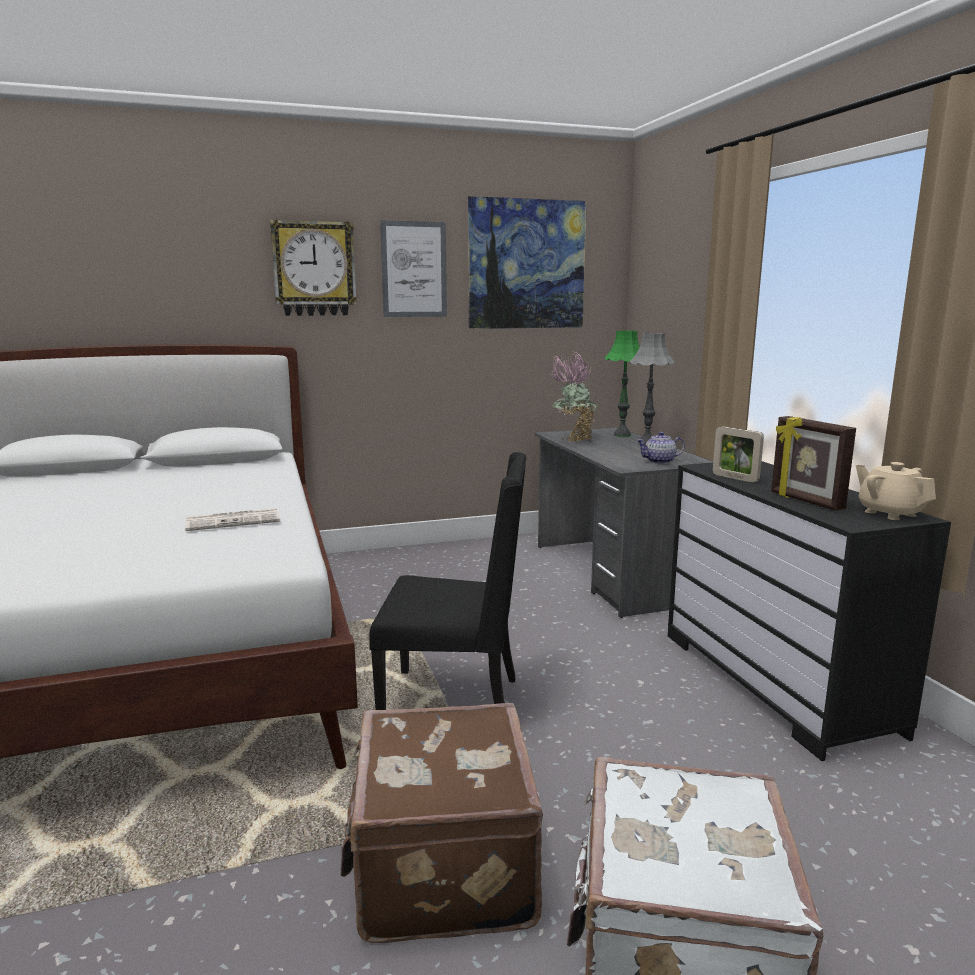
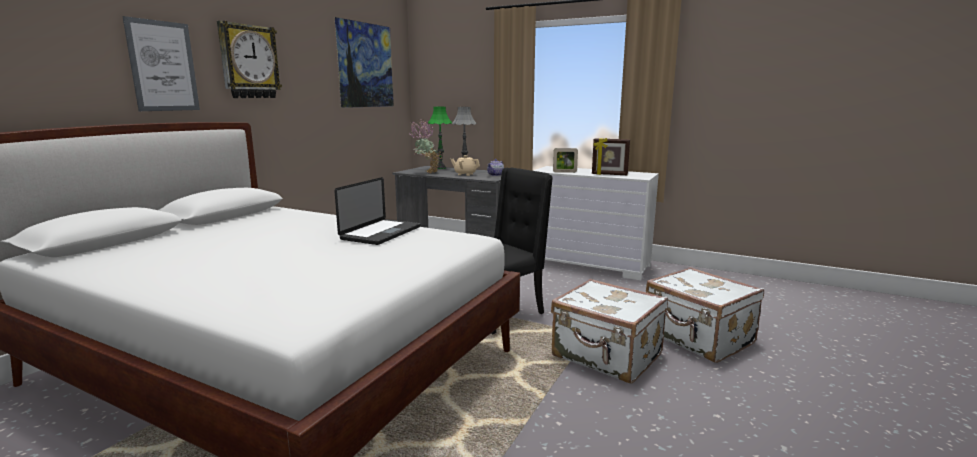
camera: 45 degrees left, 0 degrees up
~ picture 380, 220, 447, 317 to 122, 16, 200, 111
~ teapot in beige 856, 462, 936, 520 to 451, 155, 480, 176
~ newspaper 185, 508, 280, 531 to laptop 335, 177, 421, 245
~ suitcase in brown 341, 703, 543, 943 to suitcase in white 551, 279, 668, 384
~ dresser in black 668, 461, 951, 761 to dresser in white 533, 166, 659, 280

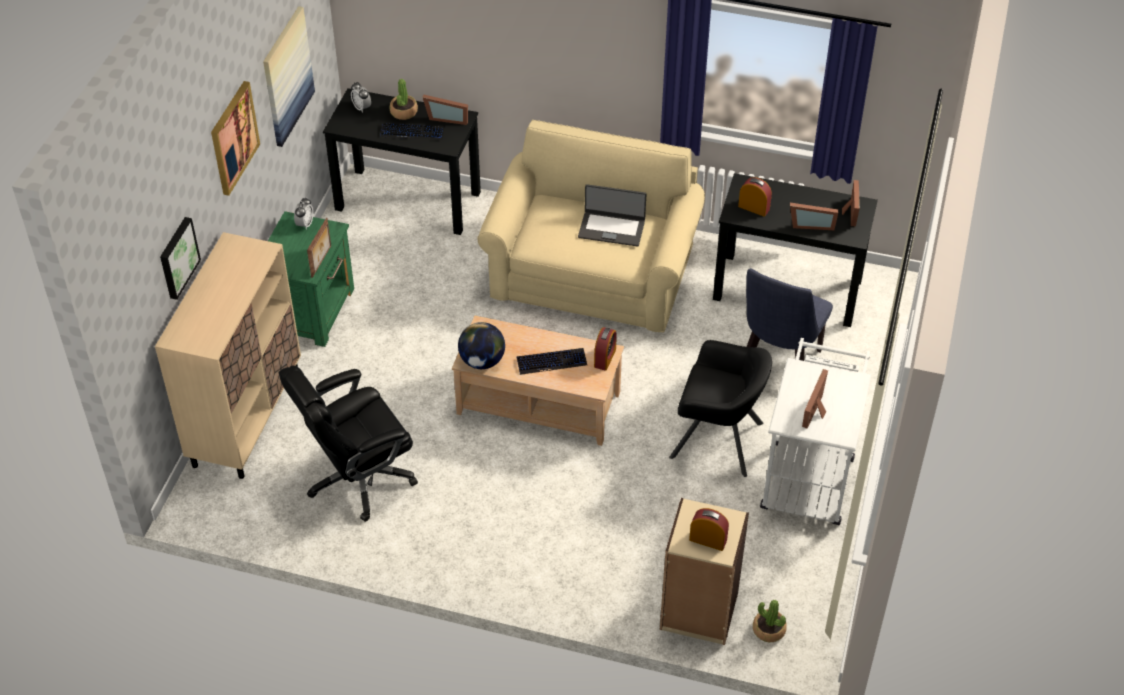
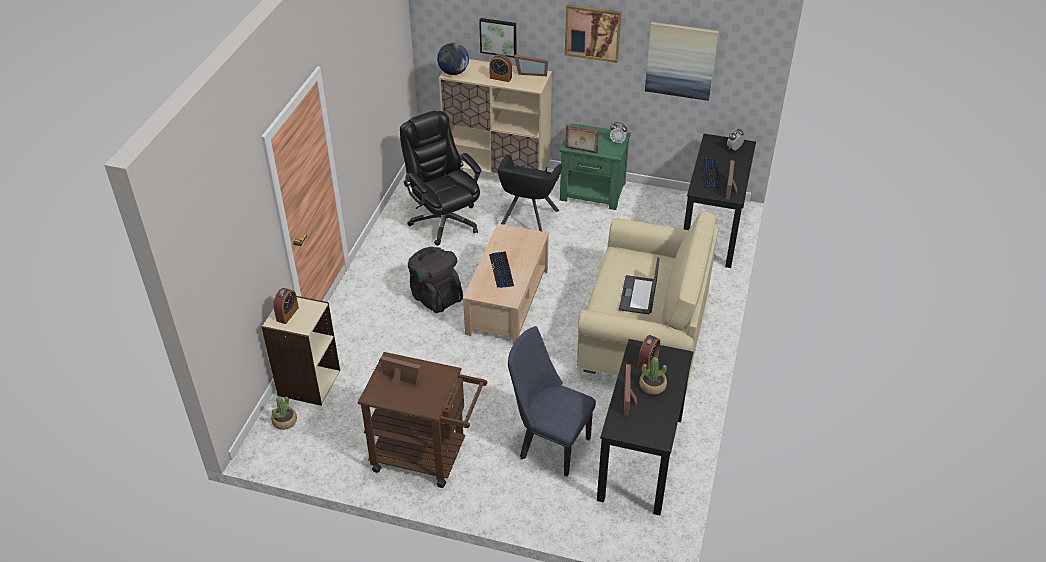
camera: 90 degrees right, 5 degrees down
+ backpack in black 408, 247, 463, 313
~ potted plant 389, 79, 418, 120 to 639, 357, 667, 395
~ globe 458, 322, 505, 369 to 437, 43, 469, 75
~ alarm clock 594, 327, 617, 371 to 489, 54, 512, 82
~ armchair in black 669, 340, 772, 477 to 497, 154, 563, 232
~ picture frame 842, 180, 860, 226 to 514, 55, 548, 76
~ cart in white 760, 338, 871, 525 to cart in brown 358, 352, 487, 488

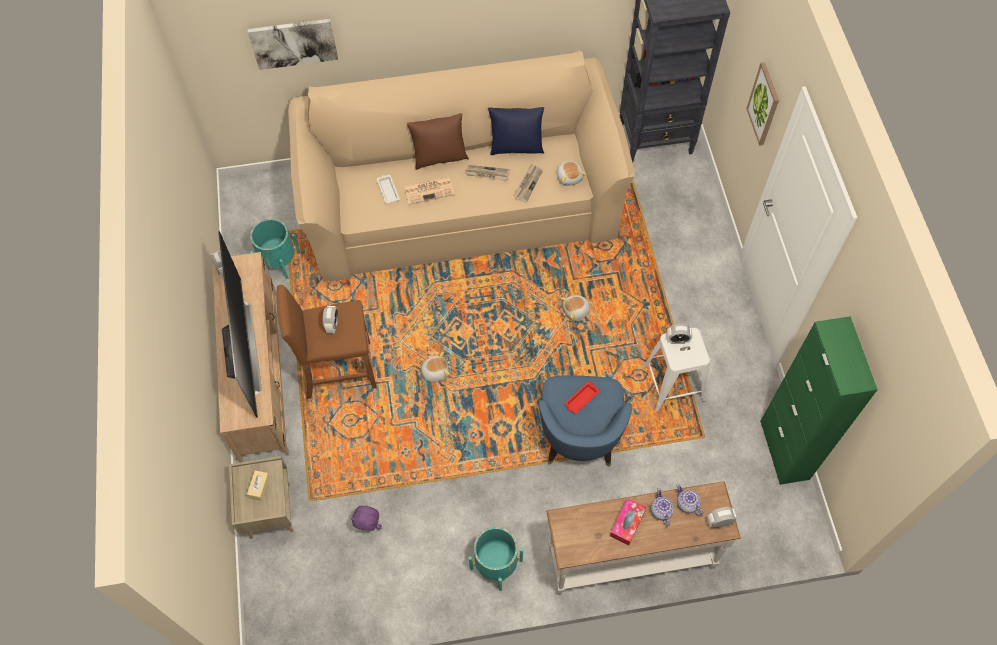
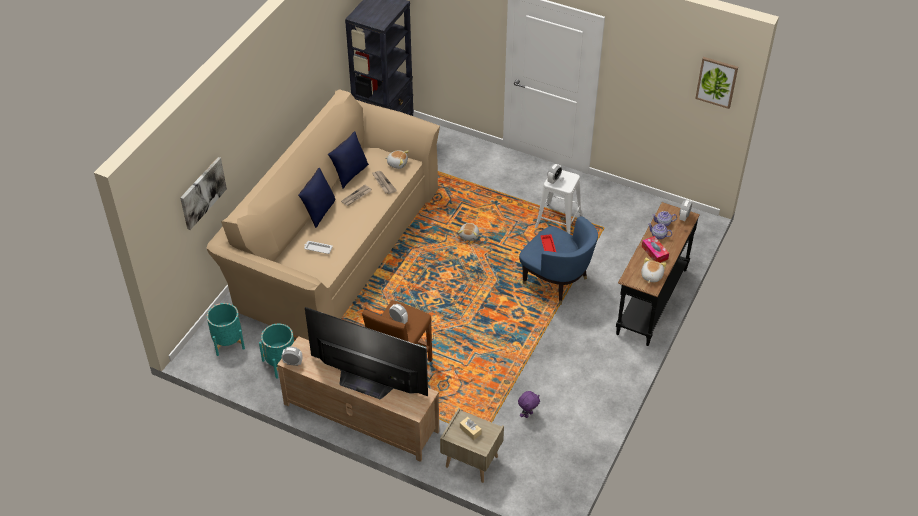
camera: 55 degrees left, 15 degrees down
- newspaper 404, 177, 454, 205
- cabinet in green 760, 316, 878, 485
~ plush toy 418, 352, 450, 382 to 641, 258, 666, 283
~ planter in turquoise 469, 527, 523, 591 to 207, 303, 245, 356
~ picture 746, 62, 779, 146 to 695, 57, 738, 109
~ pillow in brown 407, 113, 469, 170 to pillow in blue 298, 168, 336, 228
~ console table in white 546, 481, 741, 595 to console table in black 616, 202, 700, 346

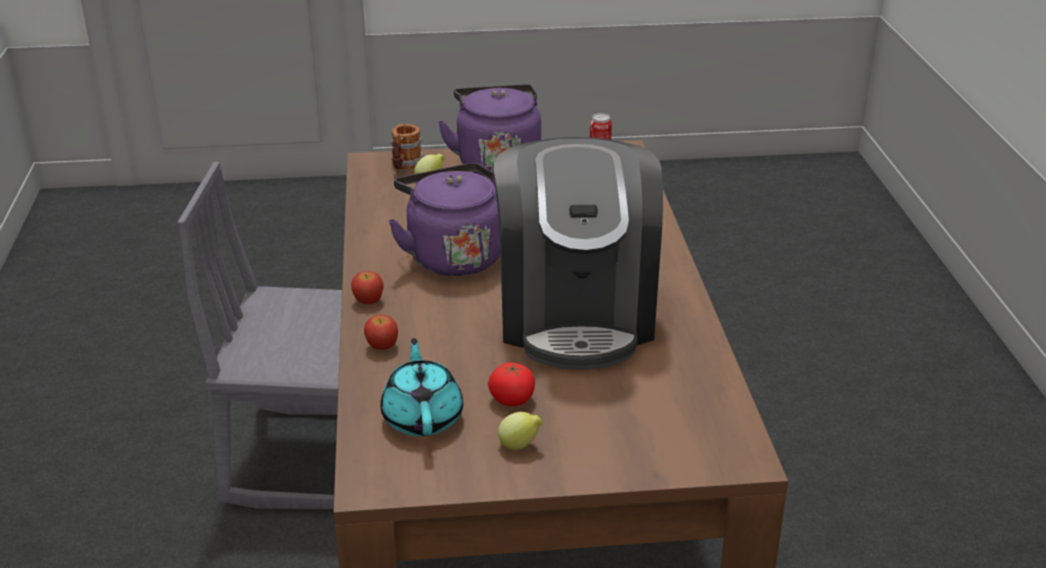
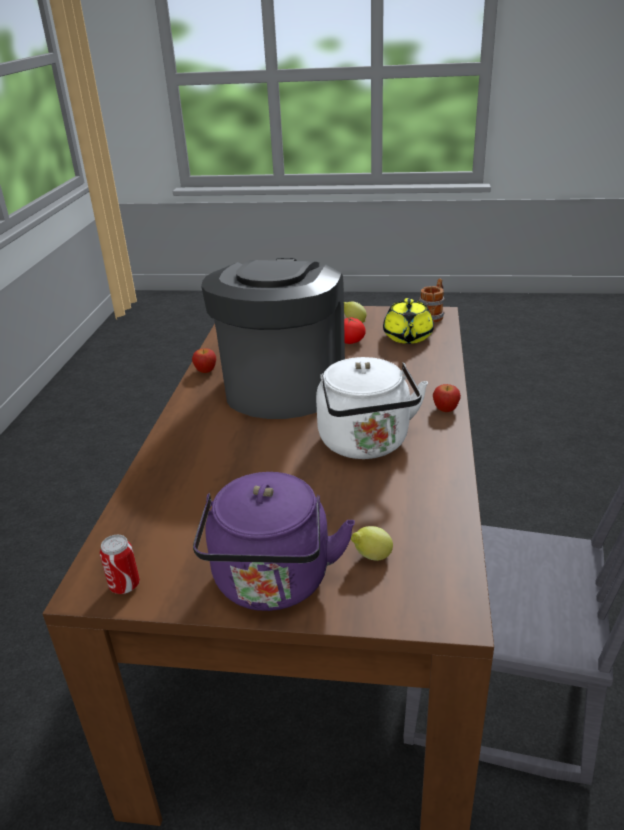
camera: 165 degrees left, 0 degrees up
~ apple 364, 315, 398, 350 to 192, 348, 216, 373
~ mug 391, 124, 424, 171 to 419, 278, 445, 323
~ teapot in turquoise 380, 338, 463, 436 to teapot in yellow 383, 298, 434, 344
~ kettle in purple 388, 163, 500, 276 to kettle in white 316, 357, 428, 459

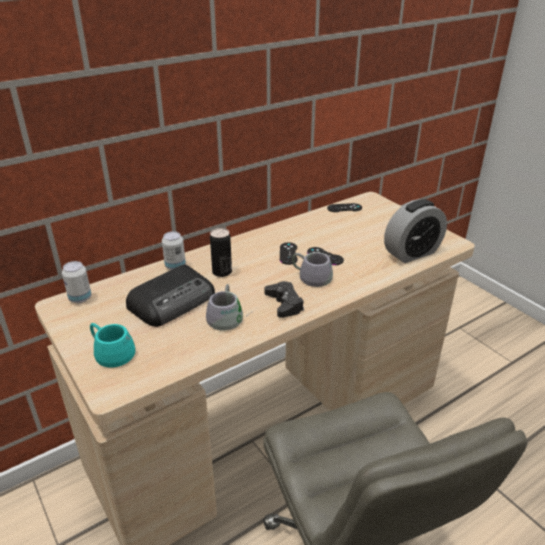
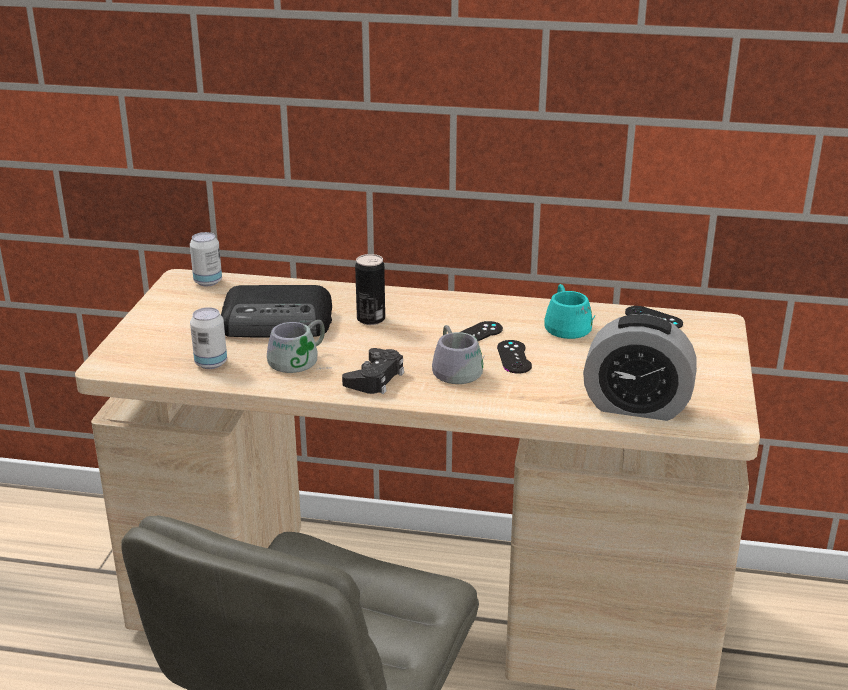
camera: 45 degrees right, 5 degrees down
~ mug in turquoise 90, 323, 135, 368 to 544, 284, 595, 339
~ can 162, 231, 186, 270 to 190, 307, 227, 369

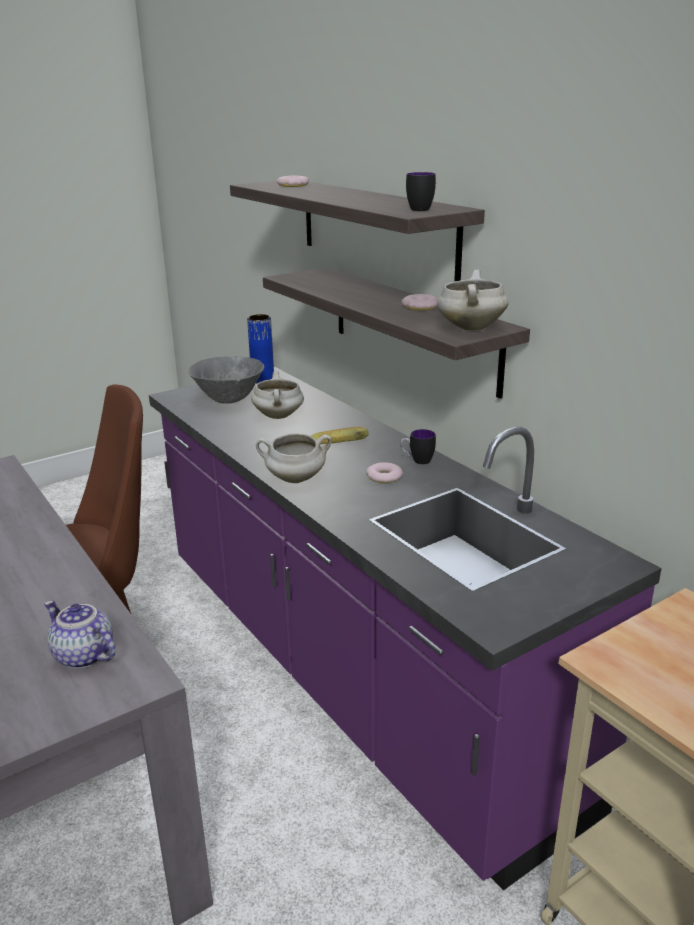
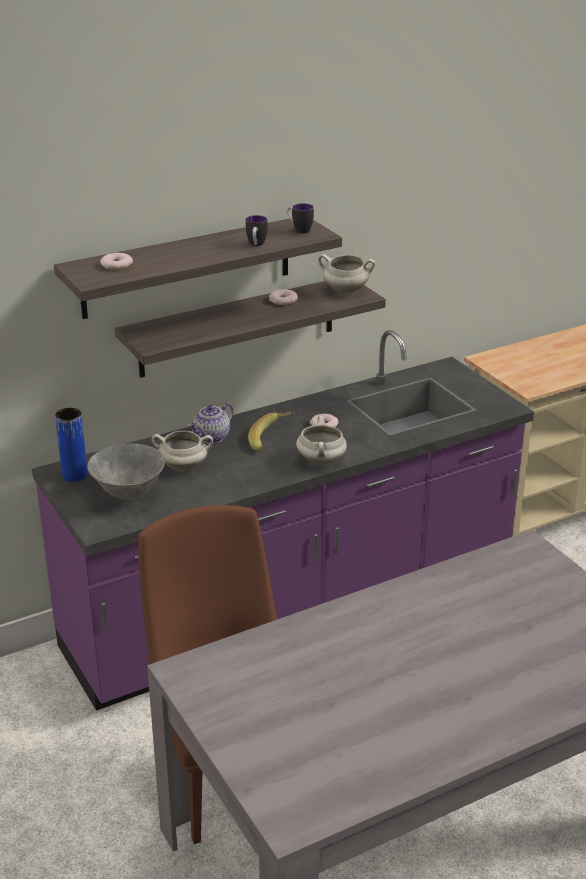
camera: 85 degrees left, 5 degrees up
~ teapot 44, 600, 115, 669 to 188, 403, 234, 443
~ mug 400, 429, 436, 464 to 245, 215, 268, 246

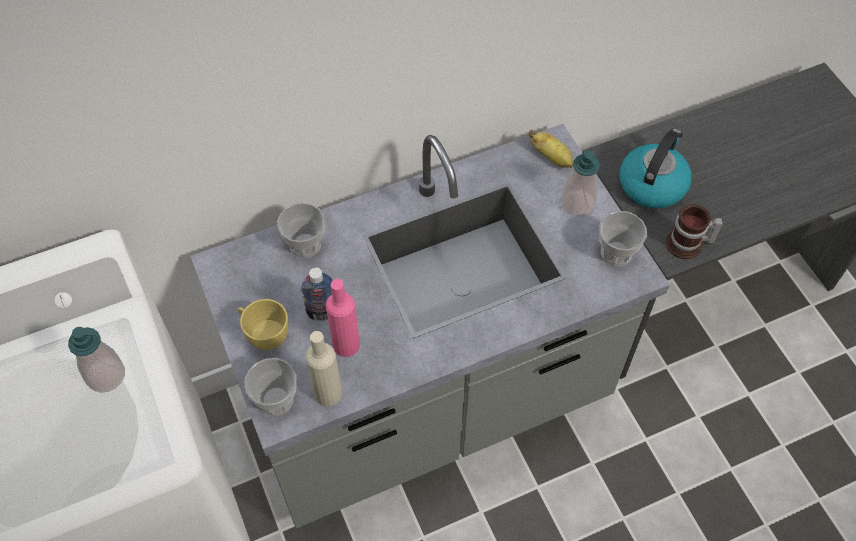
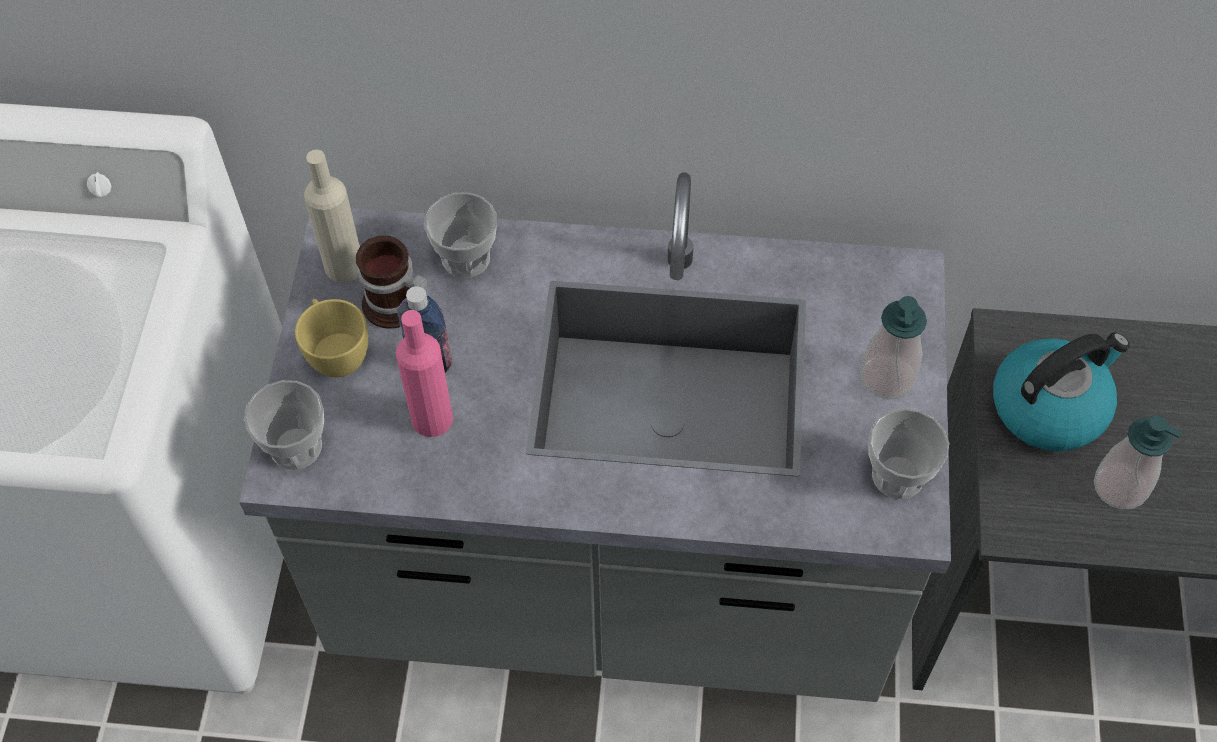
camera: 30 degrees right, 0 degrees up
- banana 529, 130, 573, 168
~ soap dispenser 68, 327, 125, 393 to 1094, 416, 1182, 510
~ bottle in beige 306, 331, 342, 406 to 304, 150, 360, 283
~ mug 666, 204, 723, 259 to 356, 235, 429, 329

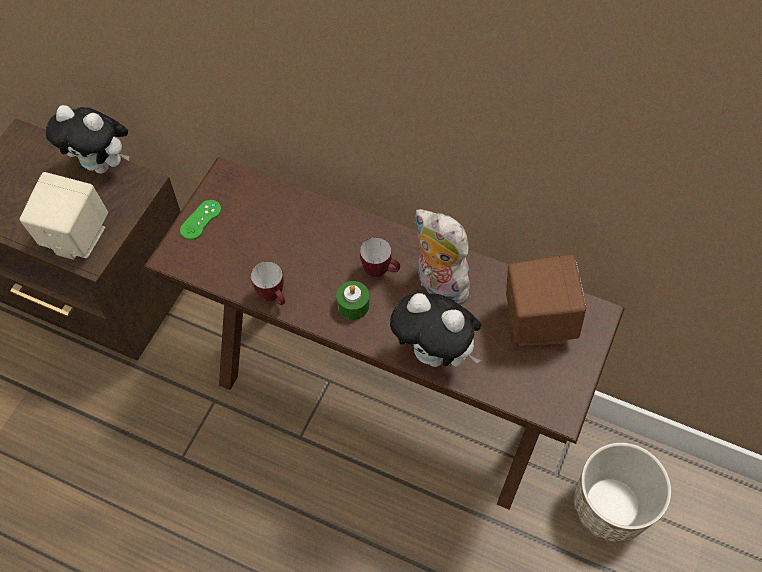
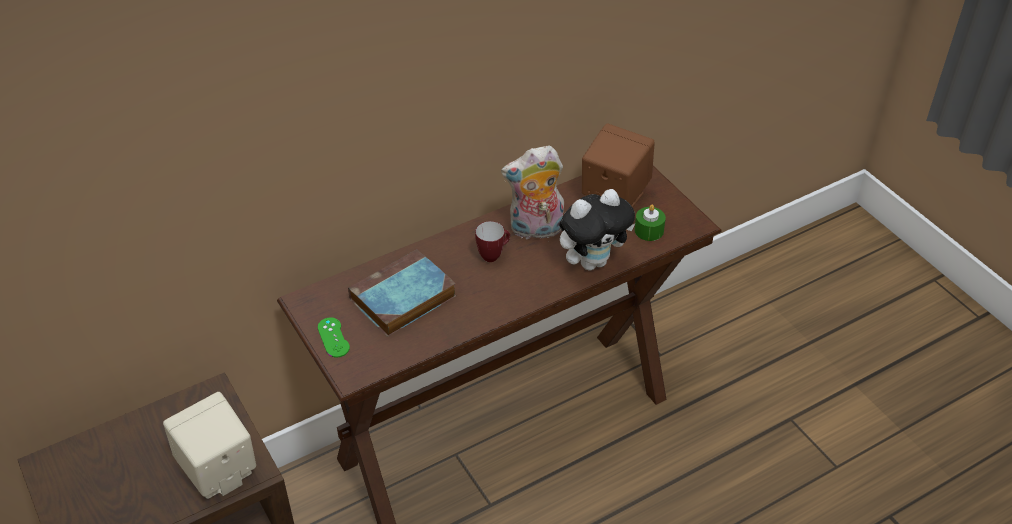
camera: 55 degrees left, 15 degrees down
- plush toy 46, 105, 129, 174
- mug 251, 261, 285, 305
- planter 574, 443, 671, 542
+ book 348, 249, 456, 337
~ candle in green 336, 281, 369, 320 to 635, 204, 666, 241

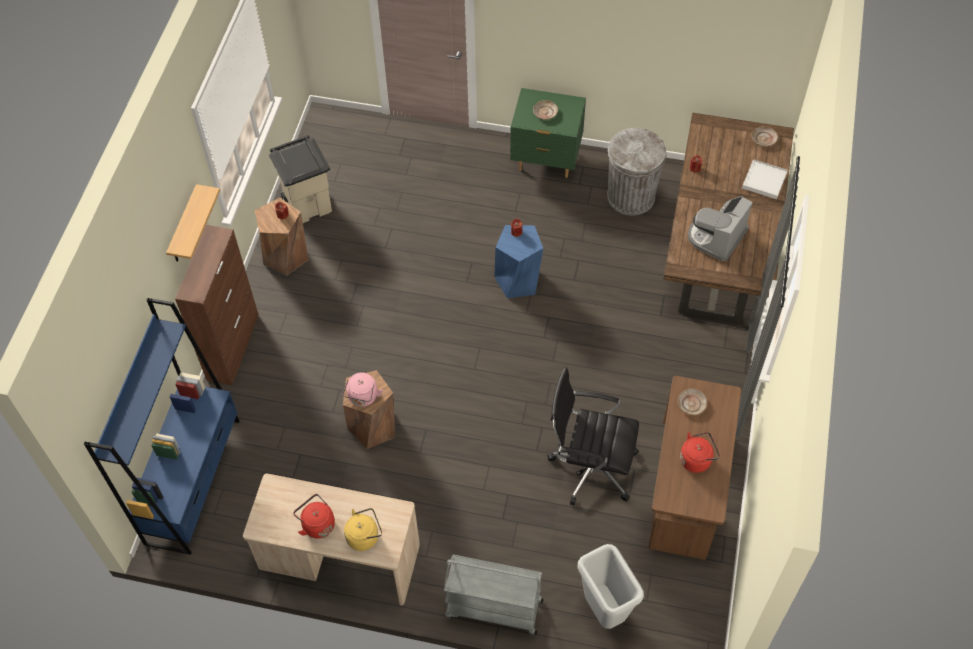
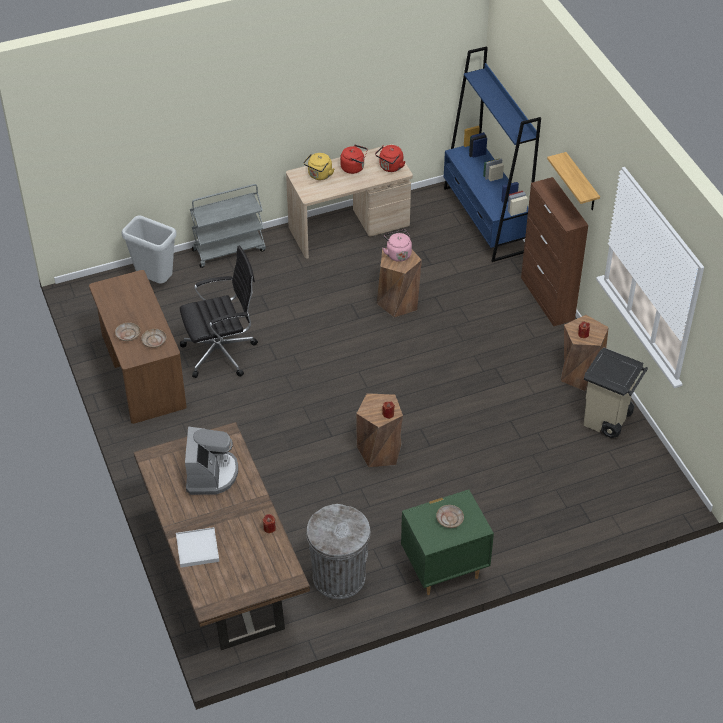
camera: 145 degrees right, 10 degrees down
~ kettle in red 680, 432, 720, 473 to 375, 145, 406, 172
~ plate in beige 752, 126, 778, 147 to 115, 322, 141, 341
~ stool in blue 494, 225, 543, 298 to stool in brown 356, 393, 403, 467

